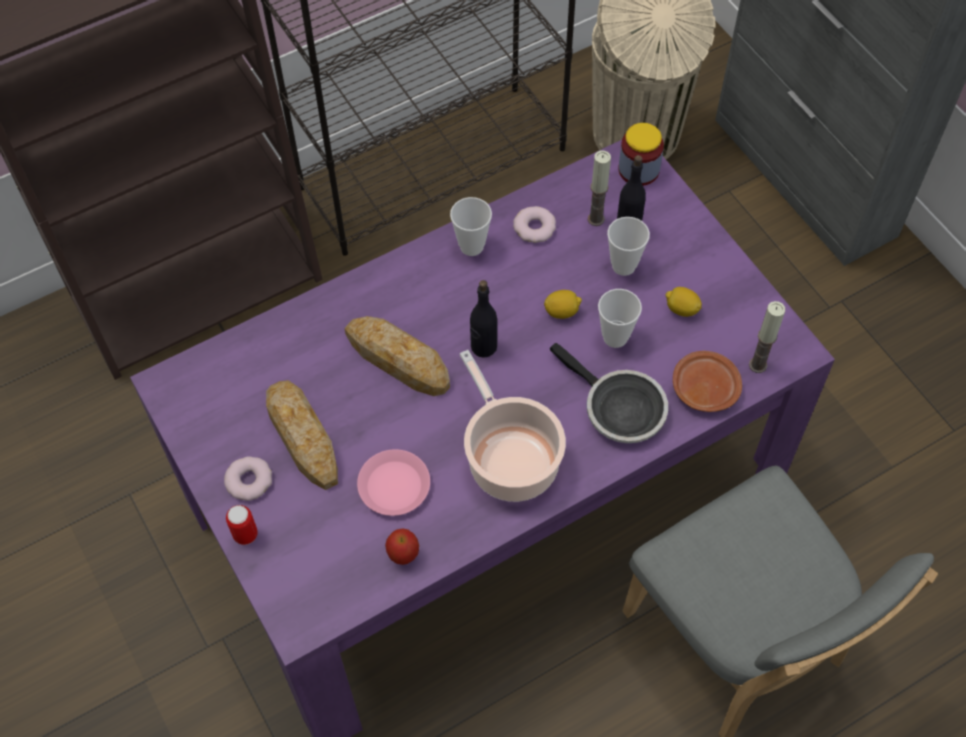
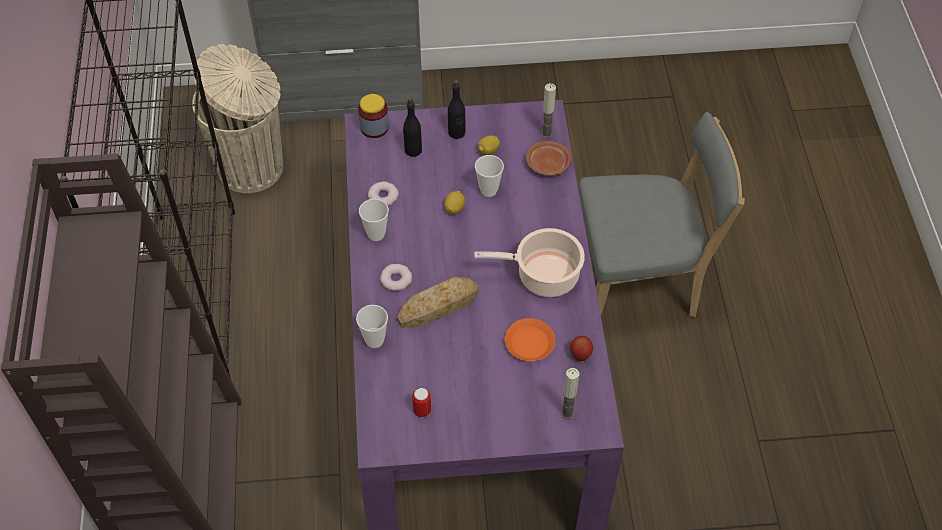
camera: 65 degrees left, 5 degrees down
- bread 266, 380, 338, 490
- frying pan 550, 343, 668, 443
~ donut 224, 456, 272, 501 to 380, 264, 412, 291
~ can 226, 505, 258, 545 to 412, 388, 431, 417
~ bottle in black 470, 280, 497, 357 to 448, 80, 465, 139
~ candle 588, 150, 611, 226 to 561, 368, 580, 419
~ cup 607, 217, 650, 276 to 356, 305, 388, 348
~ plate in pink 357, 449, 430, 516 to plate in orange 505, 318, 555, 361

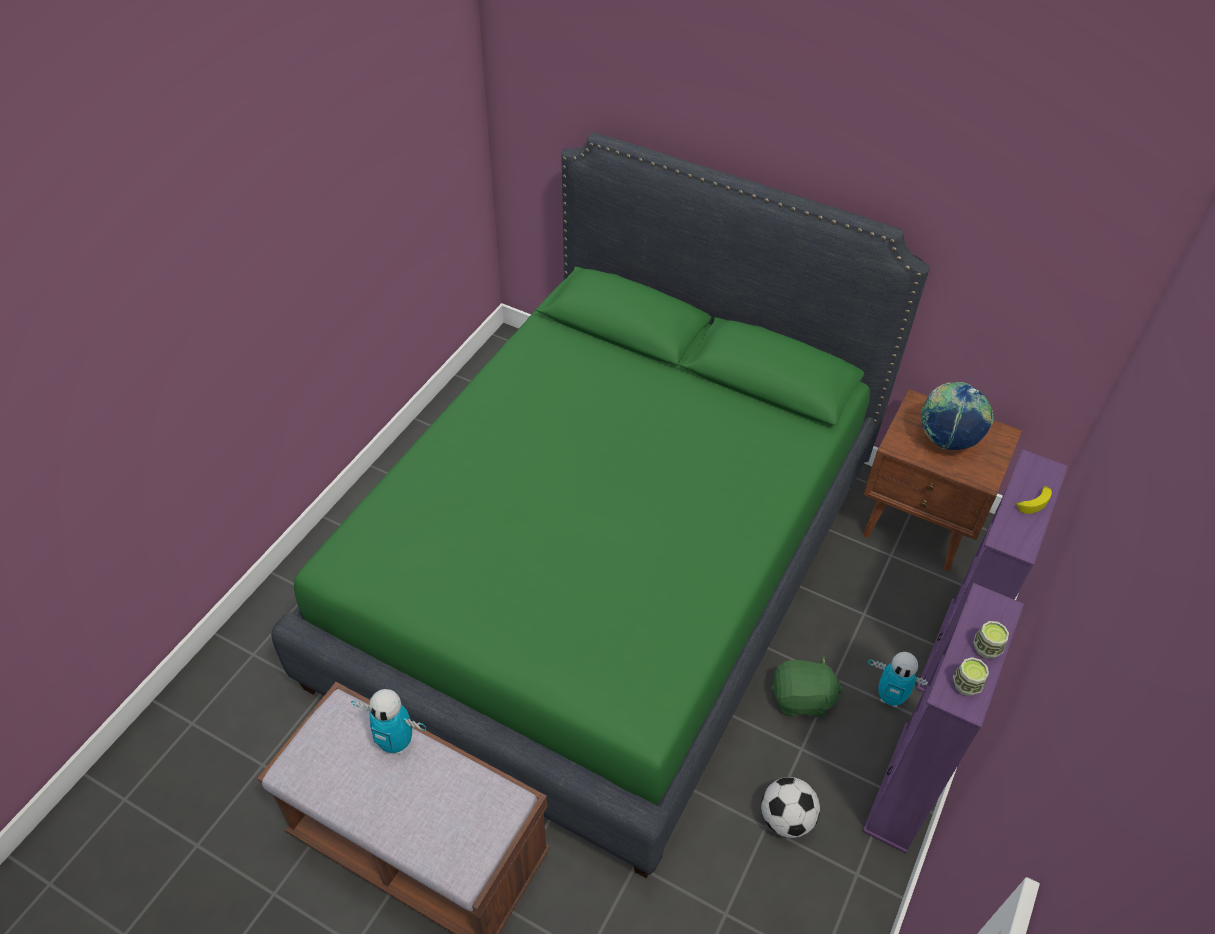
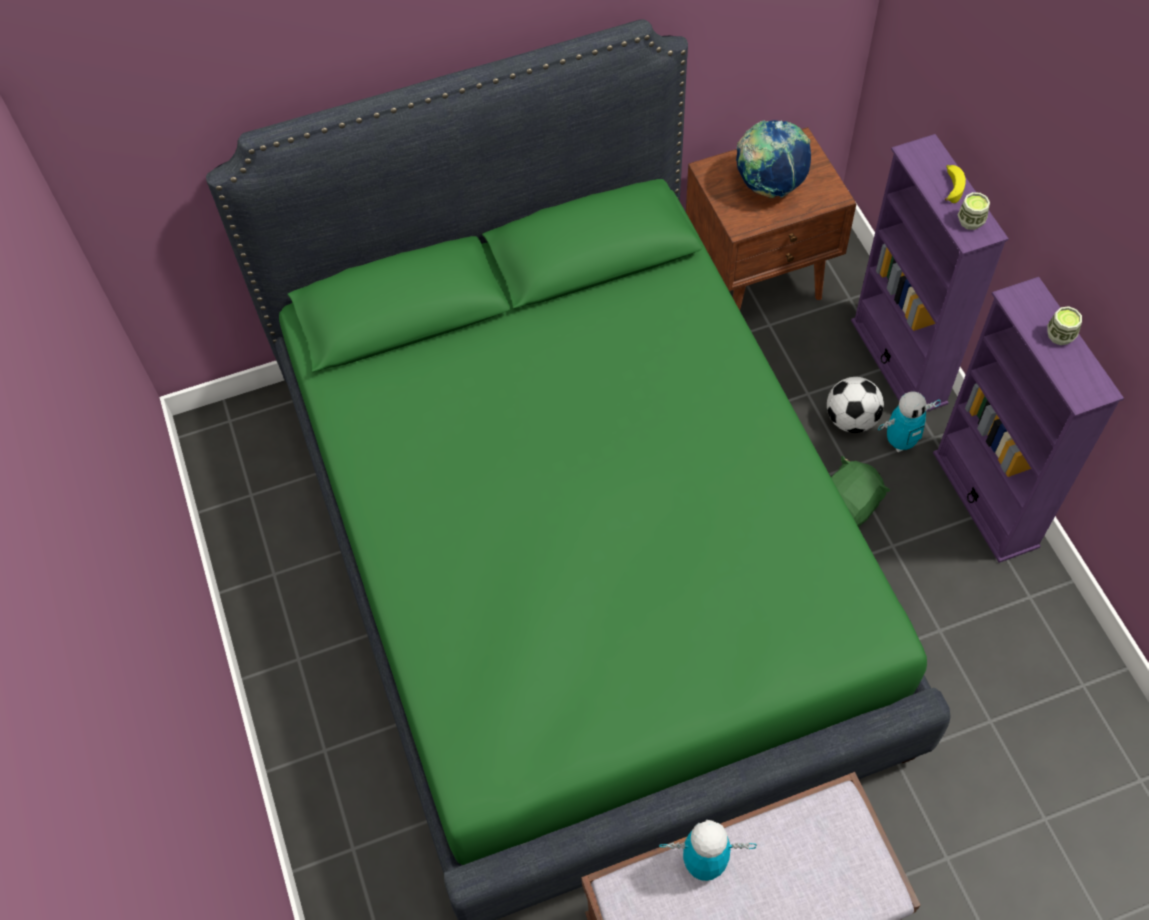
camera: 45 degrees left, 10 degrees up
~ football 761, 777, 820, 838 to 827, 377, 884, 433
~ cup 953, 657, 989, 696 to 958, 192, 990, 230
~ toy robot 351, 689, 426, 755 = 659, 820, 757, 881 150 degrees counterclockwise

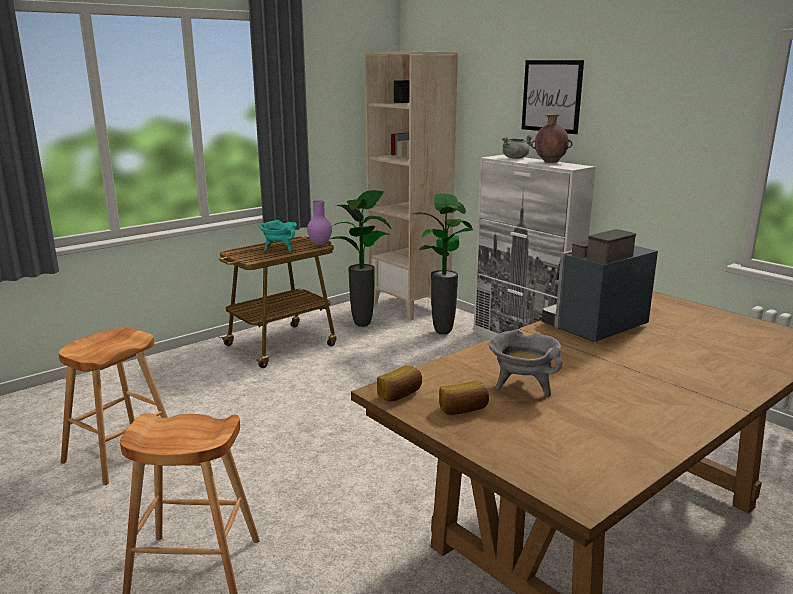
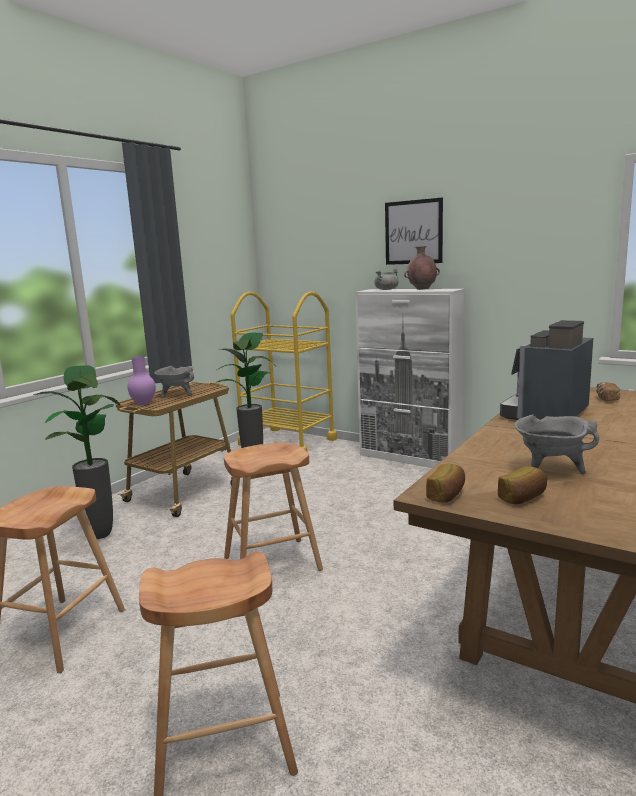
camera: 15 degrees left, 5 degrees down
+ stool in brown 224, 443, 323, 571
+ bread 596, 382, 620, 401
~ vase in purple 307, 200, 332, 245 to 127, 356, 156, 405
~ potted plant 413, 194, 473, 335 to 34, 365, 120, 539
~ bookcase in beige 365, 52, 458, 320 to cart in yellow 231, 291, 337, 451
~ cooking pot in turquoise 259, 220, 297, 253 to cooking pot in grey 154, 366, 194, 398

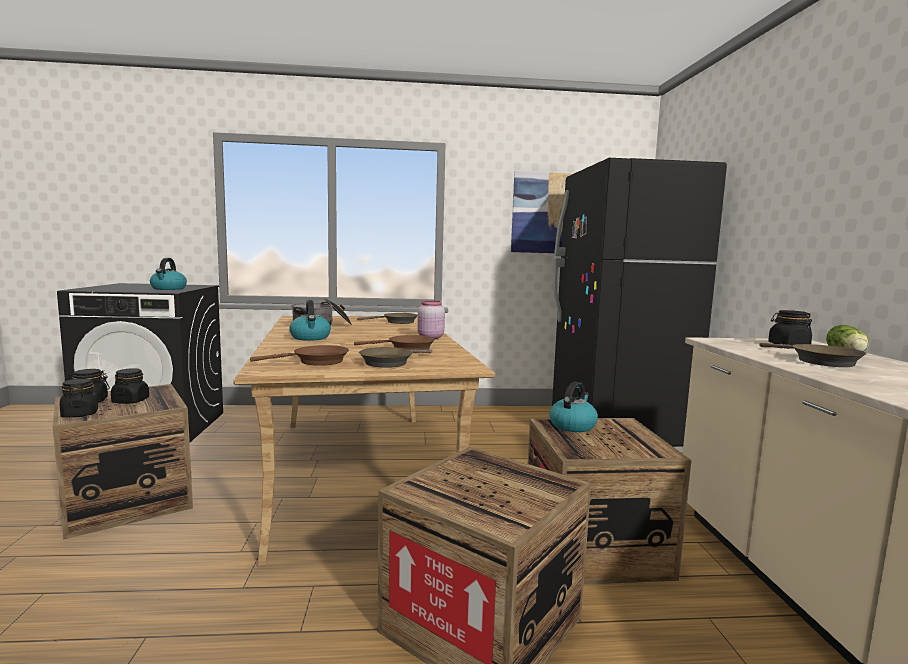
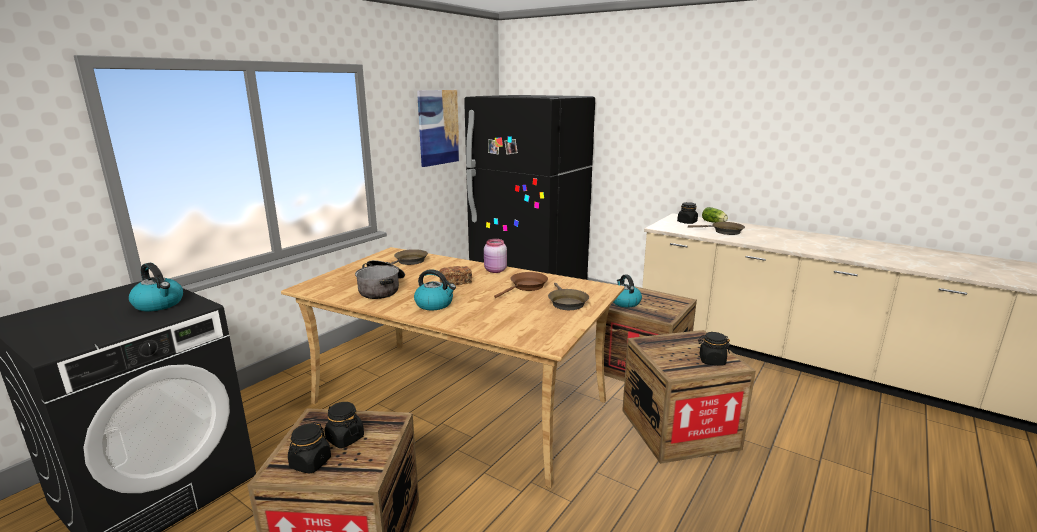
camera: 50 degrees left, 10 degrees up
- frying pan in brown 250, 345, 349, 366
+ bread 439, 266, 472, 286
~ jar in black 60, 378, 98, 418 to 698, 332, 730, 365

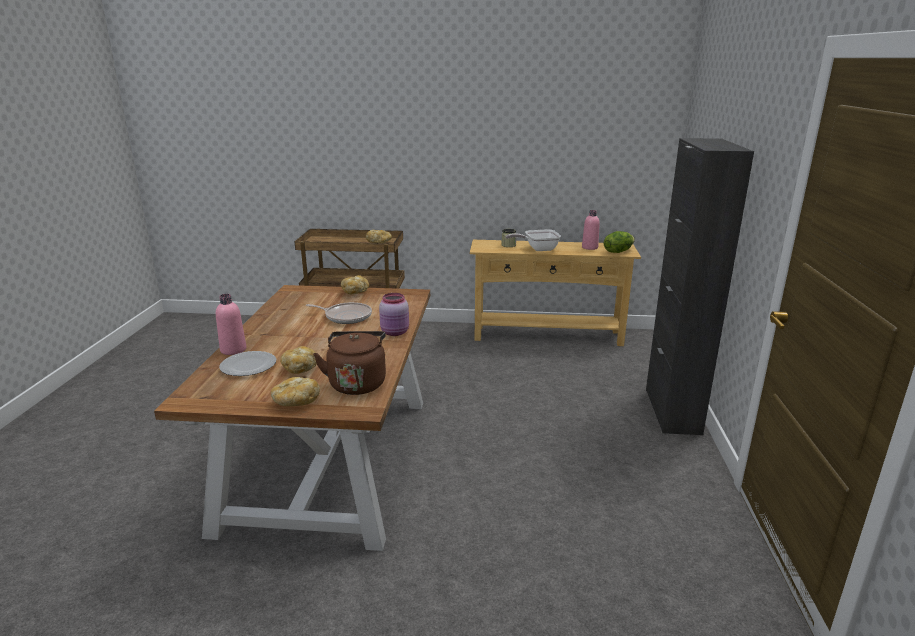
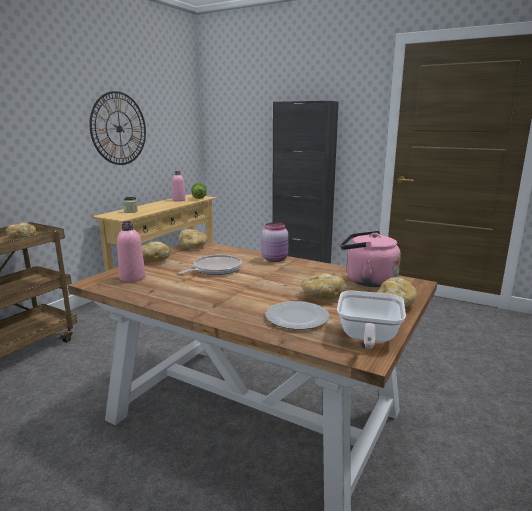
camera: 65 degrees left, 5 degrees down
+ wall clock 90, 91, 146, 165
+ bread 179, 229, 208, 249
~ bottle in pink 216, 294, 246, 355 to 117, 221, 145, 282
~ frying pan 505, 229, 561, 251 to 337, 290, 406, 349
~ kettle in brown 313, 331, 386, 395 to kettle in pink 340, 231, 401, 287

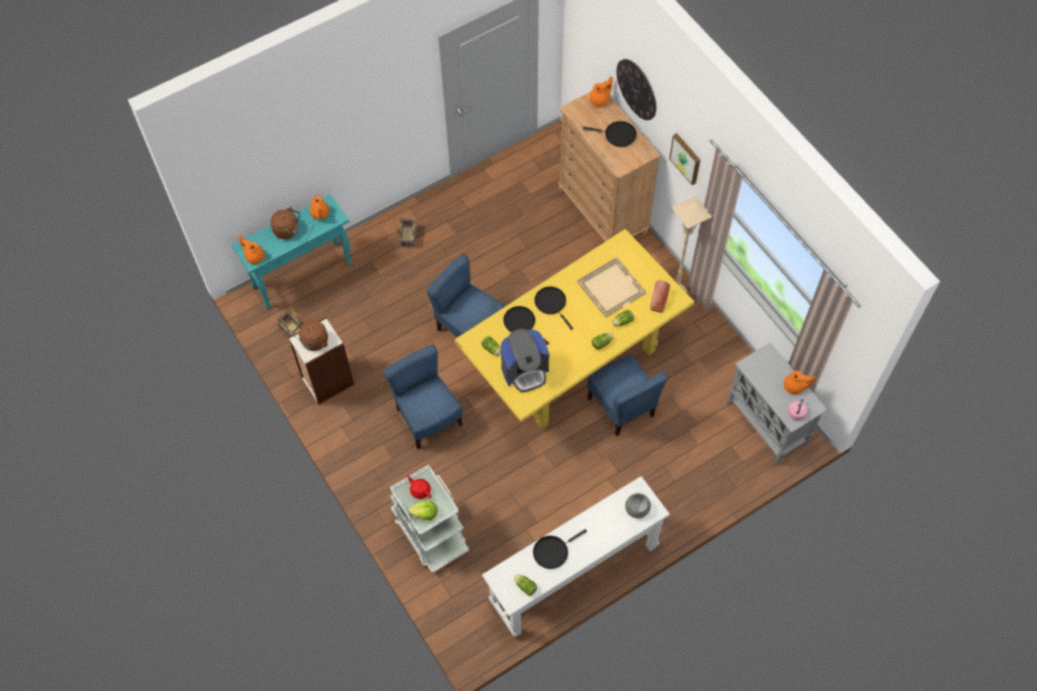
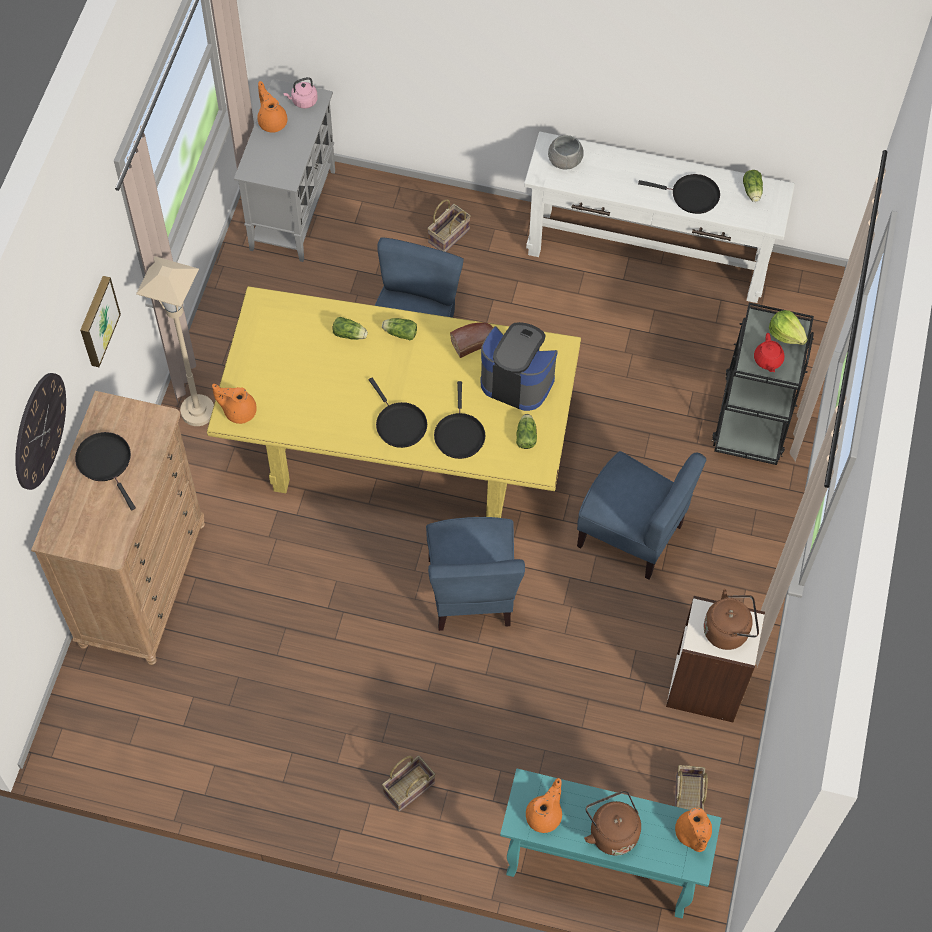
camera: 135 degrees left, 0 degrees up
- tray in beige 577, 257, 646, 317
+ basket 427, 199, 471, 252
~ teapot in orange 589, 76, 613, 107 to 212, 384, 257, 424
~ bread 650, 280, 670, 313 to 450, 322, 493, 358
~ cart in white 390, 465, 469, 573 to cart in black 712, 303, 814, 465
~ chair in blue 383, 345, 462, 449 = 577, 451, 706, 580 75 degrees counterclockwise
~ frying pan in black 535, 286, 573, 330 = 369, 378, 427, 448 45 degrees counterclockwise

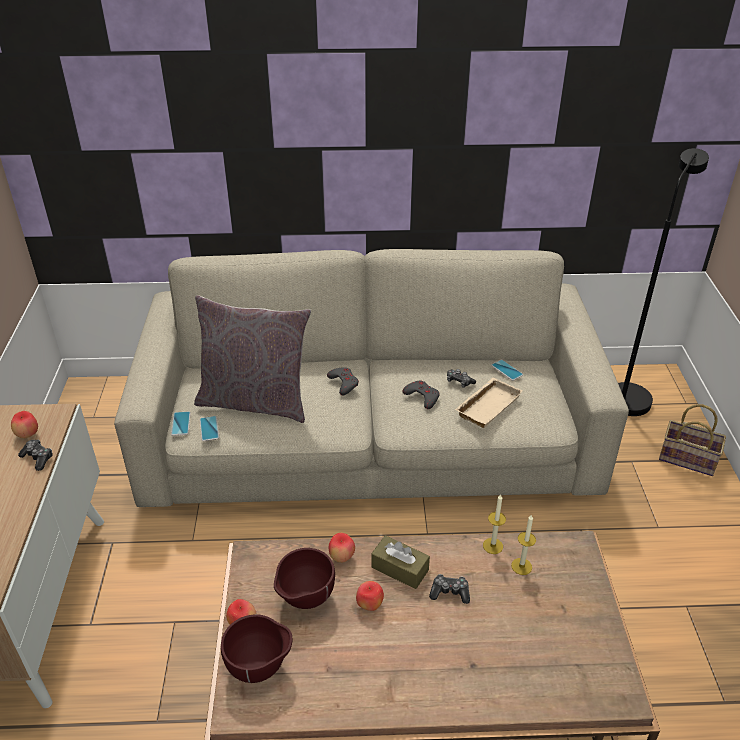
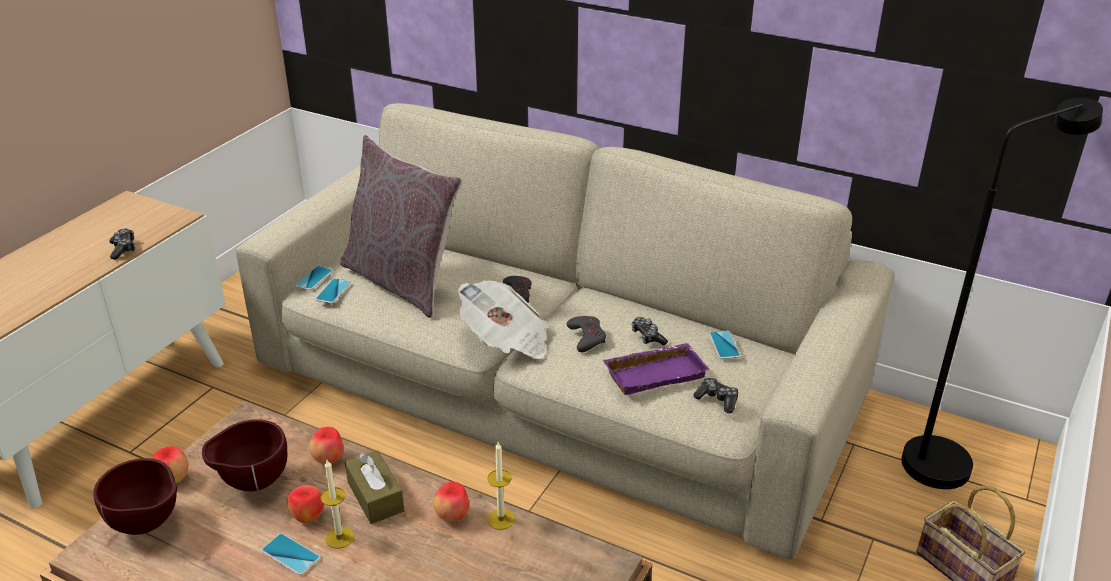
camera: 30 degrees right, 5 degrees down
+ phone 261, 533, 321, 575
+ newspaper 458, 280, 548, 359
~ apple 11, 411, 38, 438 to 434, 482, 469, 522
~ game controller 429, 574, 470, 604 to 693, 378, 738, 413
~ candle 511, 514, 536, 575 to 321, 460, 354, 549
~ tray in beige 455, 378, 522, 428 to tray in purple 603, 343, 710, 395

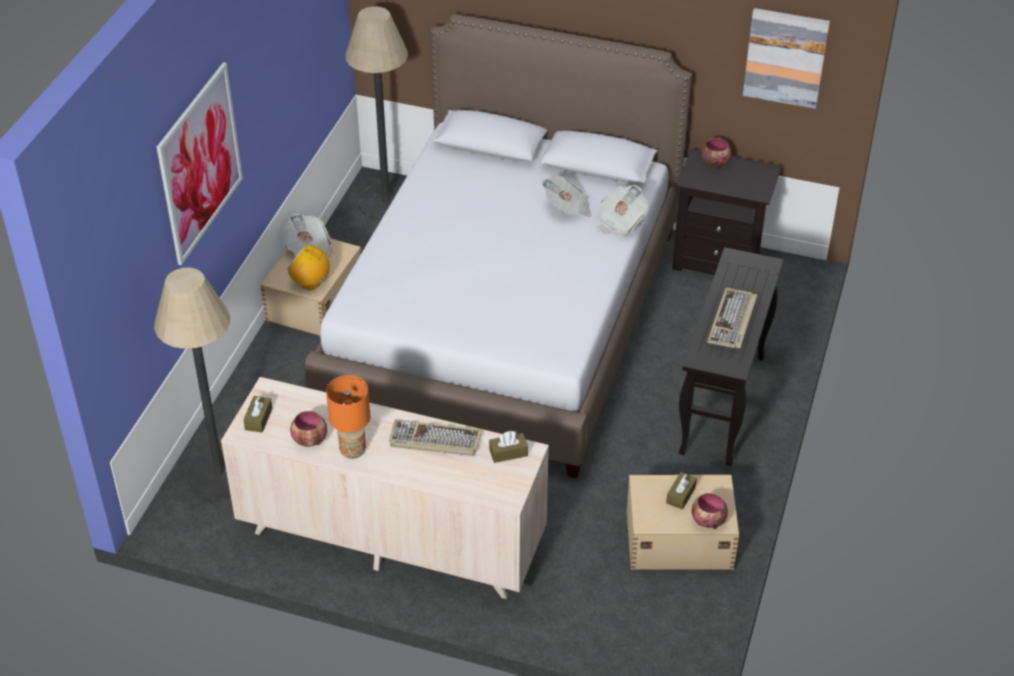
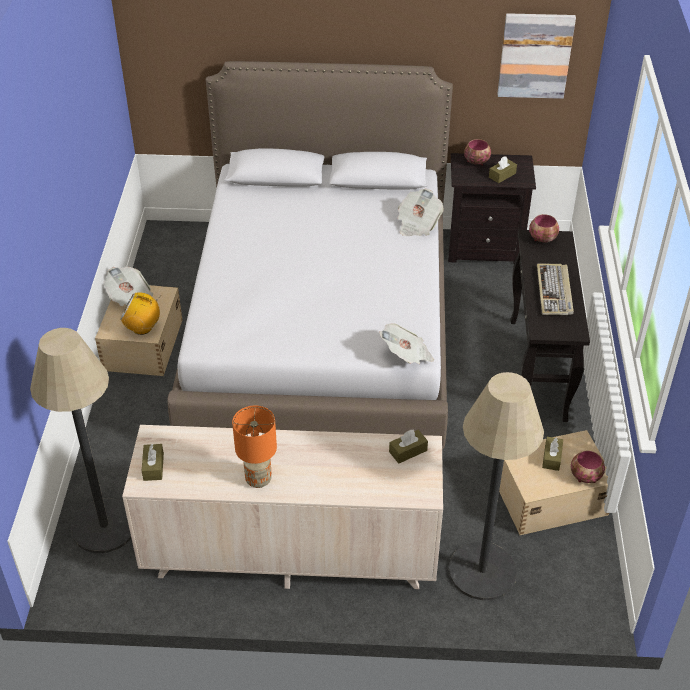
camera: 15 degrees left, 0 degrees up
- picture 157, 62, 243, 265
- keyboard 389, 419, 482, 456
+ tissue box in brown 489, 157, 517, 183
~ bowl 290, 411, 327, 447 to 529, 214, 559, 242
~ floor lamp 345, 6, 408, 220 to 449, 372, 544, 600
~ newspaper 542, 176, 592, 217 to 379, 323, 435, 364

